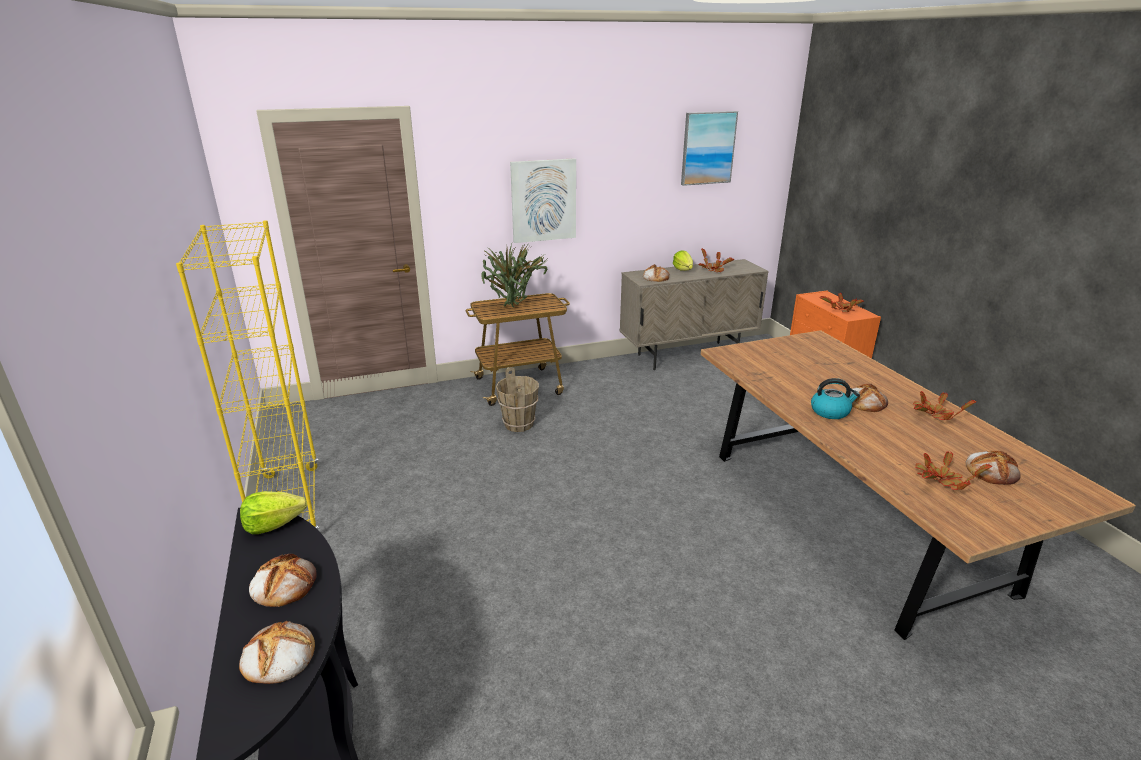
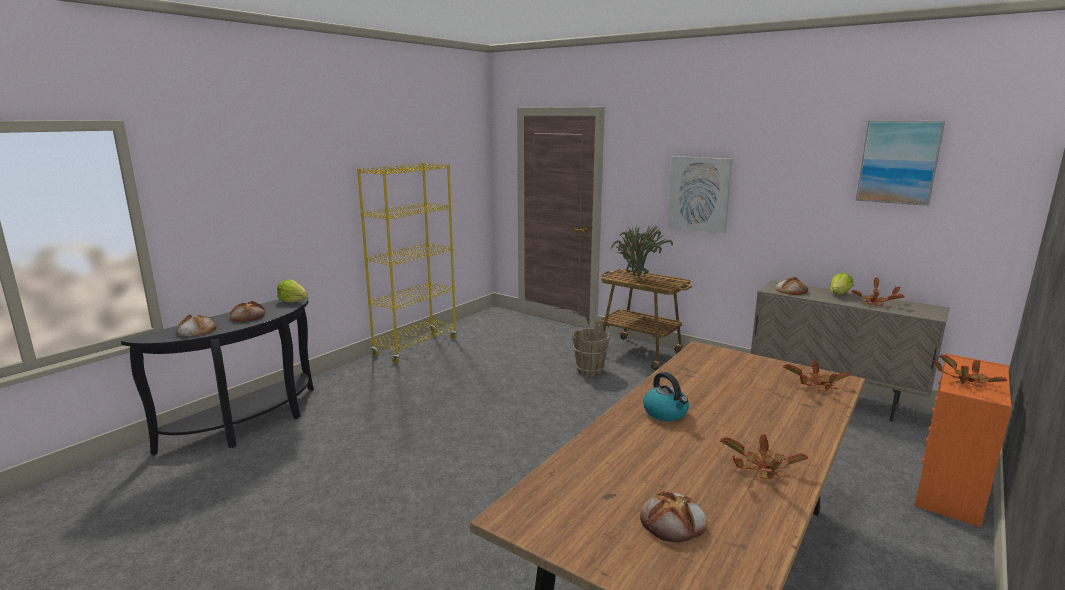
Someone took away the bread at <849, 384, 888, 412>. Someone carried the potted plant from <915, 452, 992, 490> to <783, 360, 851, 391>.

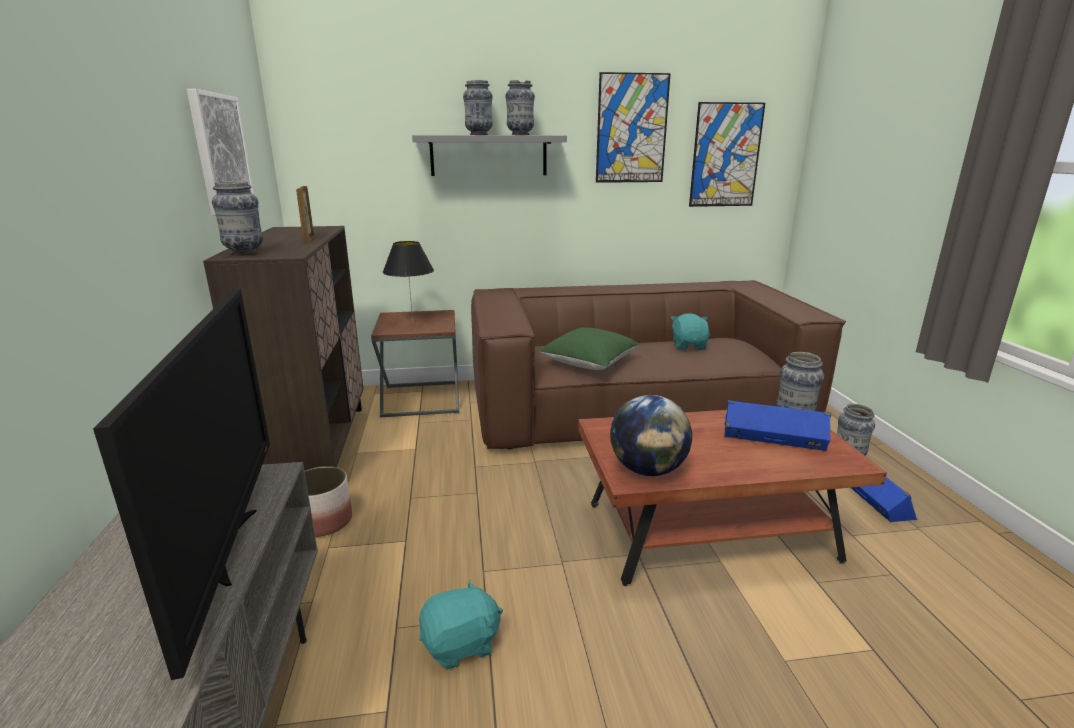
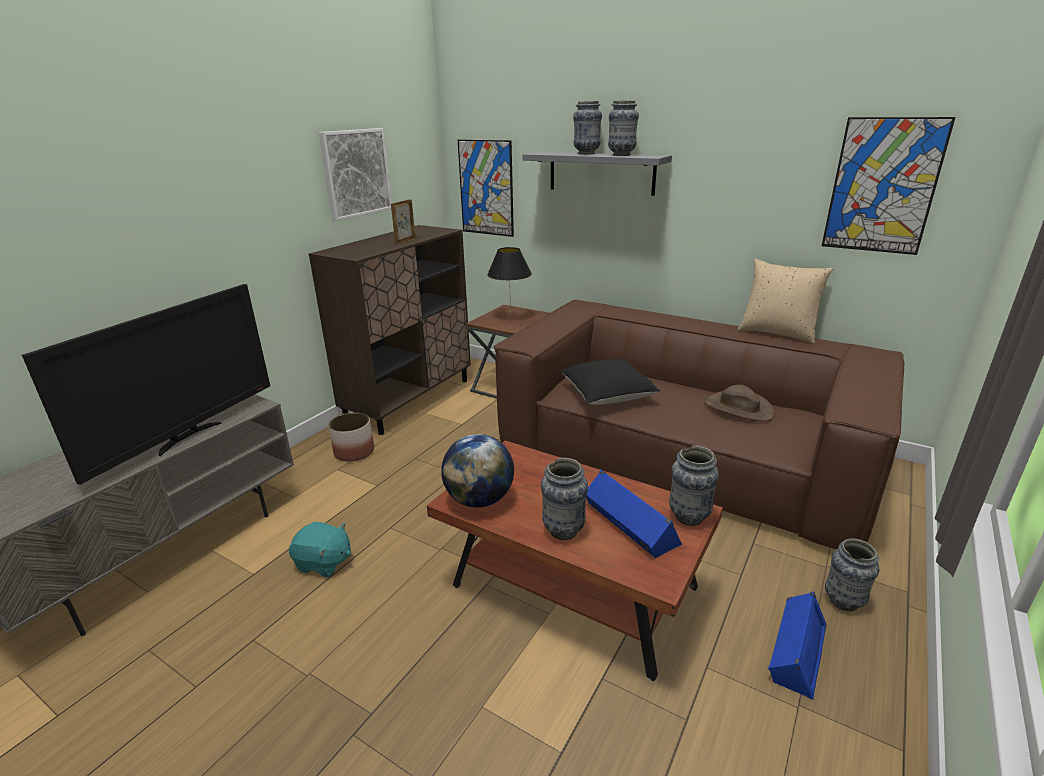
Someone carried the vase from <212, 181, 263, 255> to <541, 458, 588, 540>. Someone repainted the pillow (green) at <538, 327, 640, 370>, which became the pillow (black) at <561, 359, 661, 405>. Someone carried the picture from <596, 72, 671, 183> to <458, 140, 514, 237>. Someone swapped the plush toy (turquoise) at <671, 313, 710, 350> for the hat (brown) at <704, 385, 775, 422>. Someone put down the pillow (beige) at <738, 259, 833, 344>.

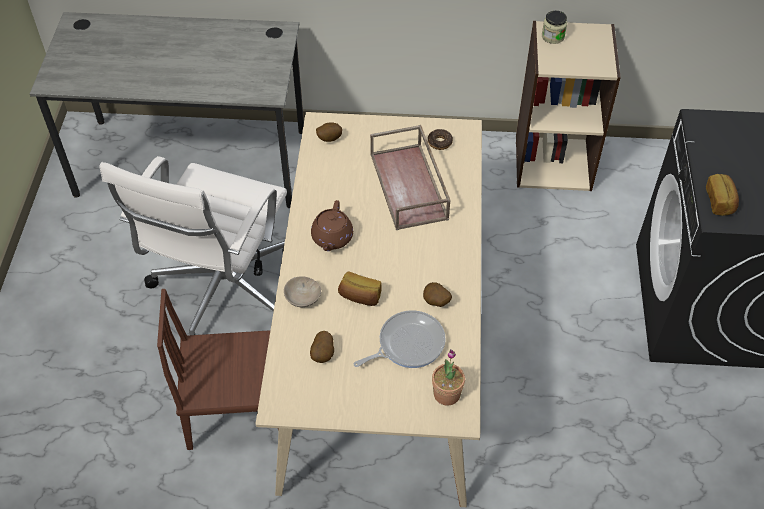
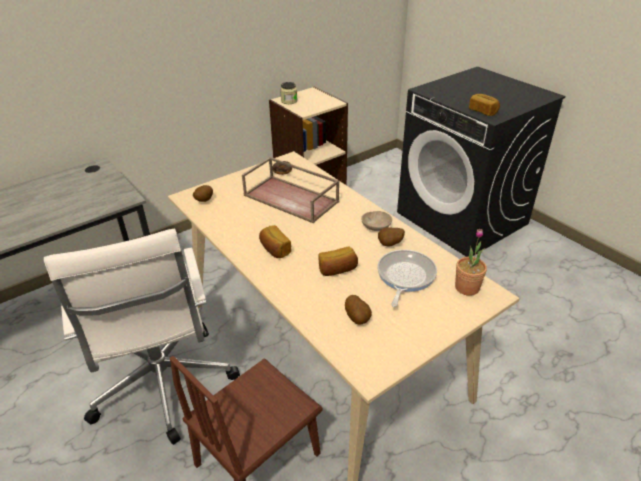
Someone carried the bowl (beige) from <284, 276, 321, 307> to <361, 211, 392, 231>. Someone swapped the teapot (brown) at <311, 200, 353, 251> for the bread at <259, 225, 291, 258>.

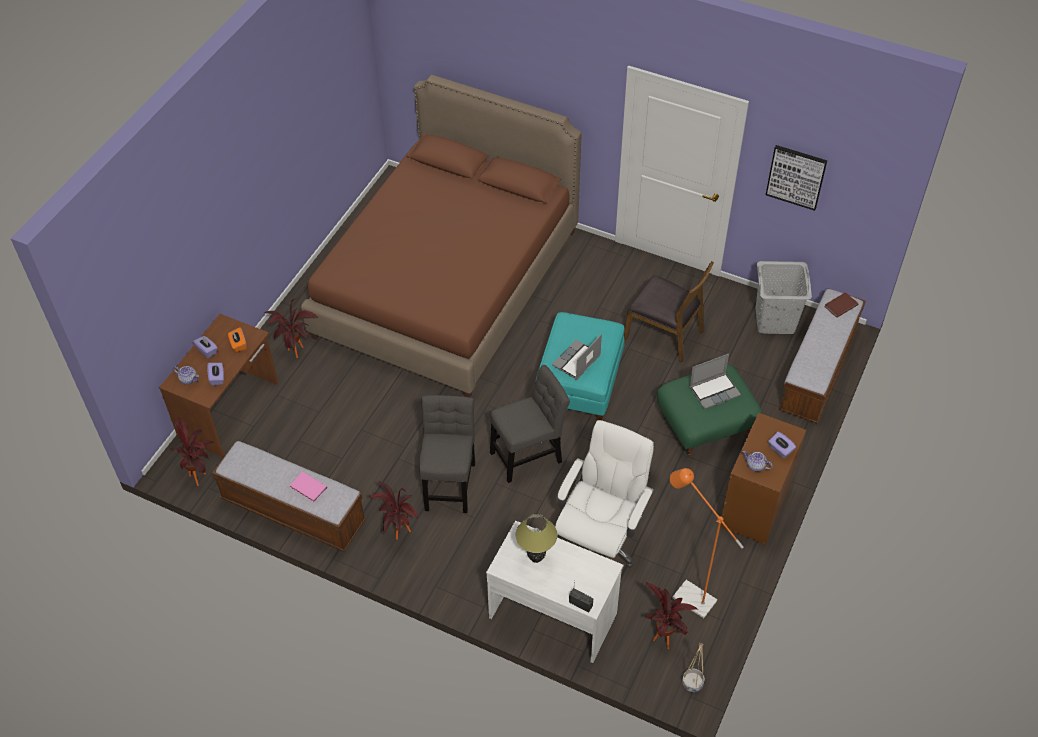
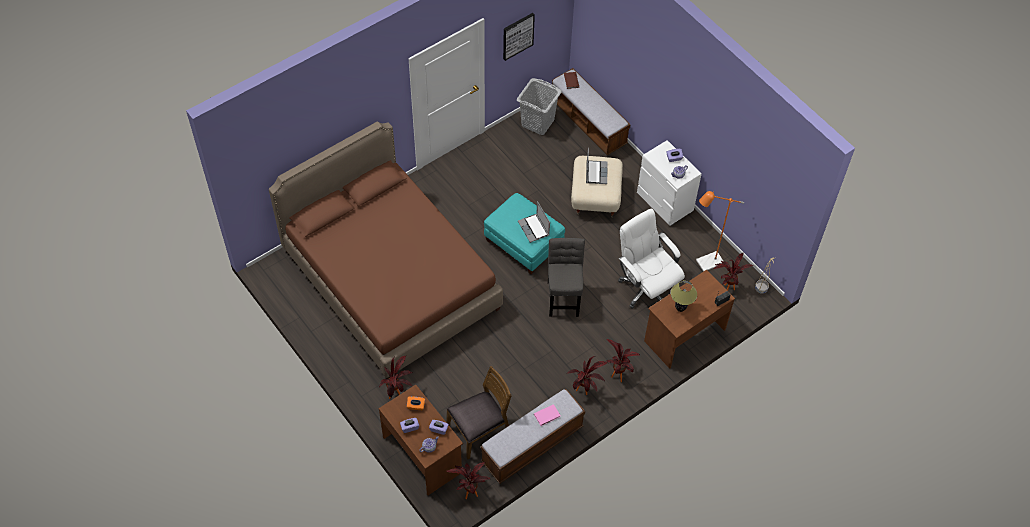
Someone took away the chair (grey) at <419, 395, 475, 513>. Someone repainted the desk (white) at <486, 520, 624, 663>, which became the desk (brown) at <644, 269, 735, 369>. Someone carried the chair (brown) from <624, 261, 714, 362> to <447, 366, 512, 459>. Someone repainted the ottoman (green) at <657, 364, 762, 457>, which became the ottoman (beige) at <571, 156, 623, 217>. Someone repainted the dresser (brown) at <720, 413, 806, 545>, which became the dresser (white) at <637, 140, 702, 226>. Someone put down the potted plant at <606, 339, 641, 382>.

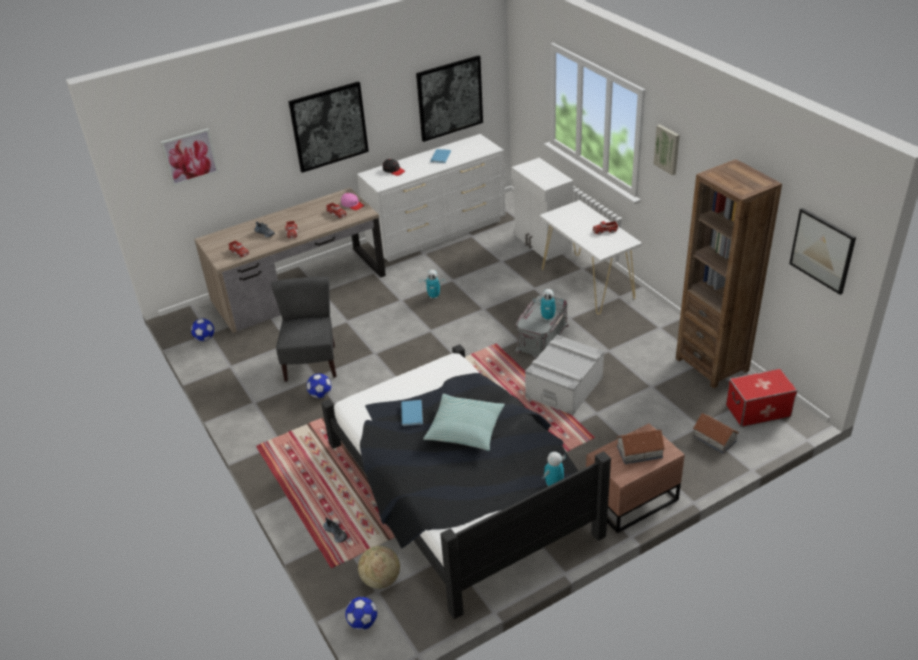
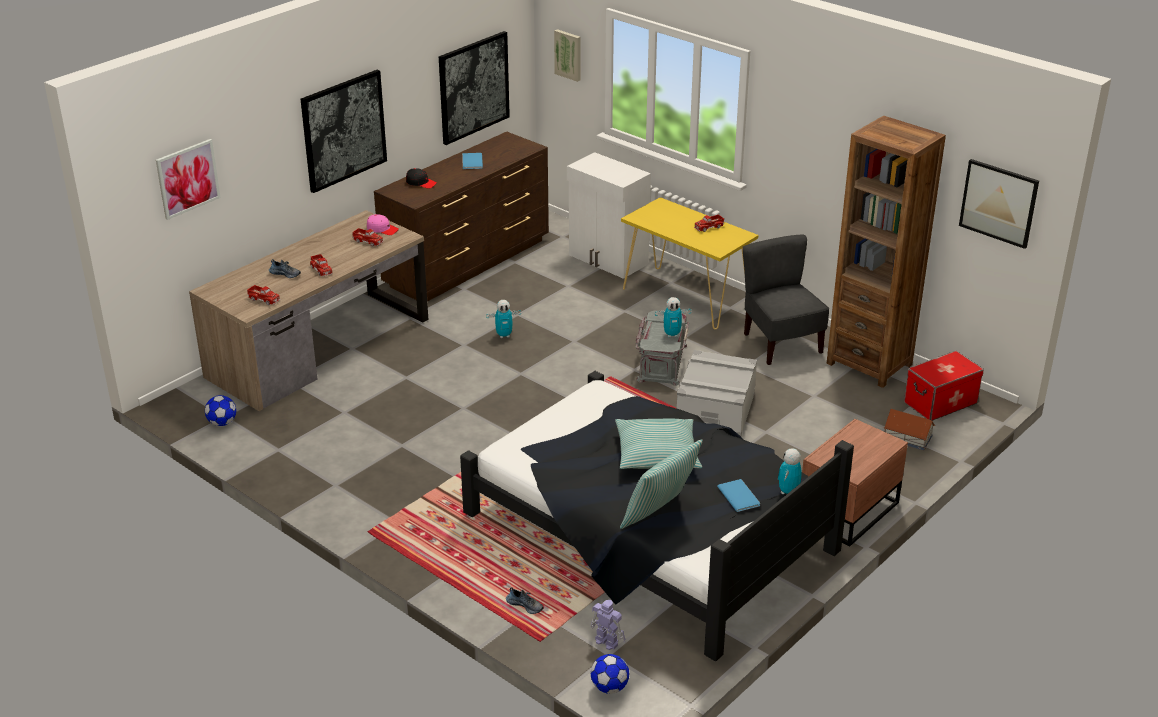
Someone carried the chair (grey) from <271, 277, 336, 382> to <743, 235, 829, 365>. Someone took away the football at <307, 374, 331, 398>. Someone repainted the dresser (white) at <357, 134, 506, 262>, which became the dresser (brown) at <374, 132, 549, 302>. Someone swapped the globe at <358, 546, 400, 589> for the toy robot at <590, 600, 625, 650>. Someone carried the book (blue) from <401, 400, 423, 426> to <717, 479, 760, 512>. Someone repainted the console table (white) at <539, 200, 642, 315>, which became the console table (yellow) at <621, 197, 758, 330>. Someone took away the toy house at <616, 430, 665, 464>. Someone carried the picture from <653, 124, 680, 176> to <554, 29, 580, 82>. Someone put down the pillow at <620, 439, 703, 529>.

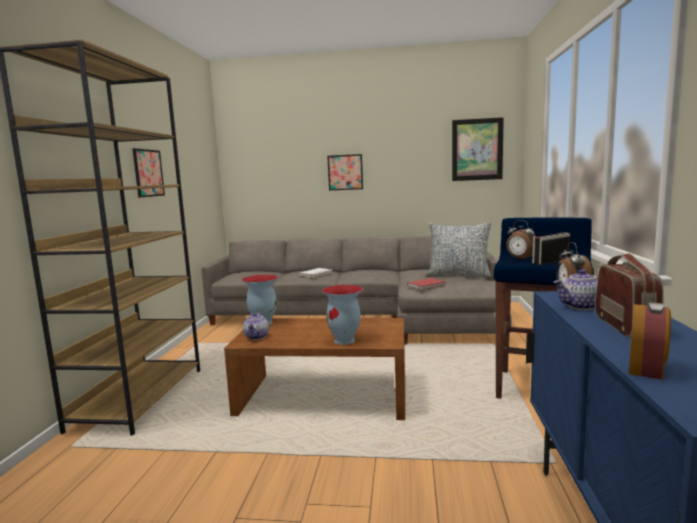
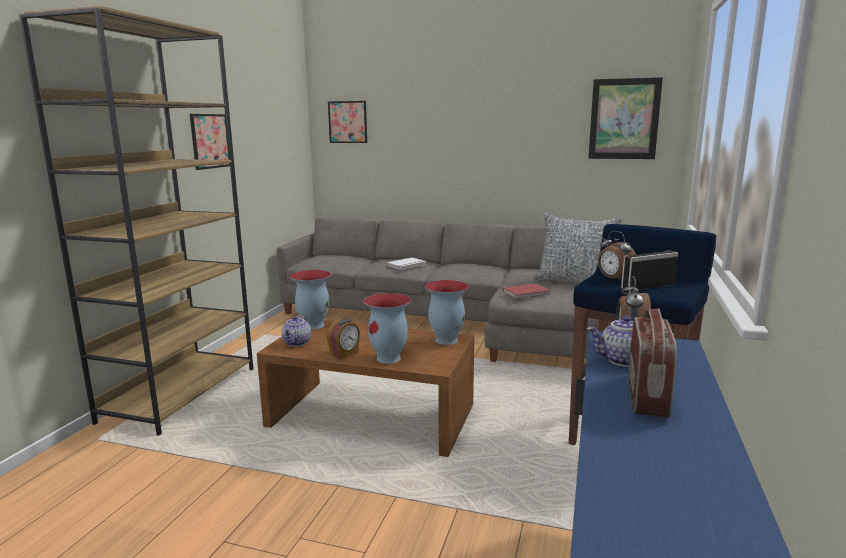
Someone carried the picture from <327, 154, 363, 190> to <328, 101, 367, 143>. Someone carried the alarm clock from <629, 302, 671, 380> to <327, 319, 360, 360>. Someone put down the vase at <425, 280, 469, 345>.

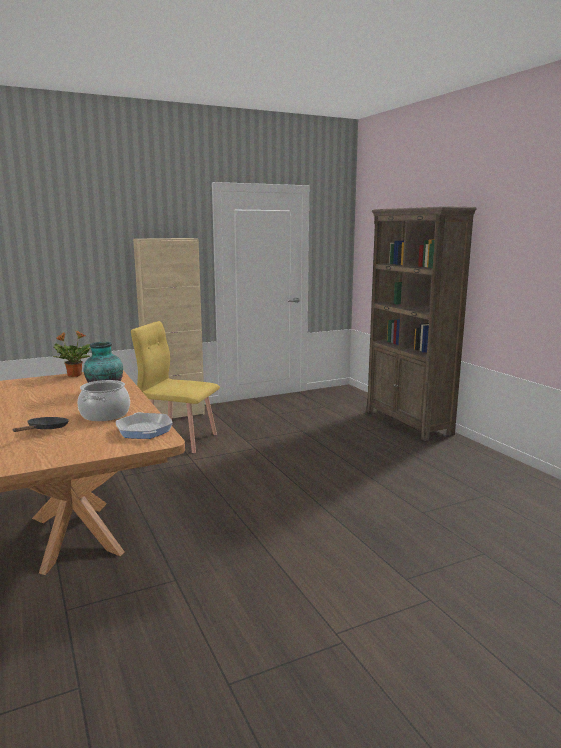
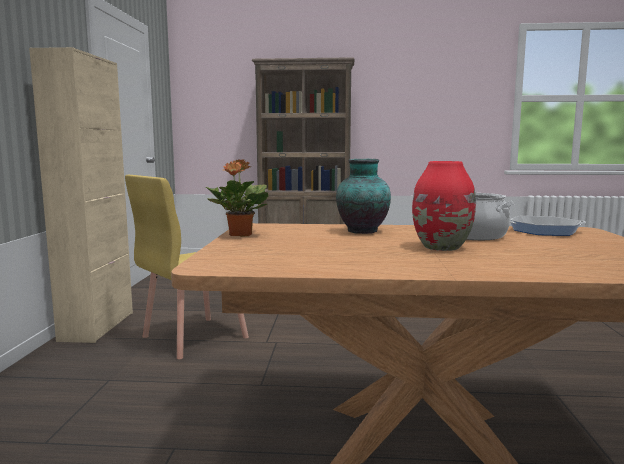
Someone took away the frying pan (black) at <13, 417, 69, 432>. Someone put down the vase (red) at <412, 161, 476, 251>.

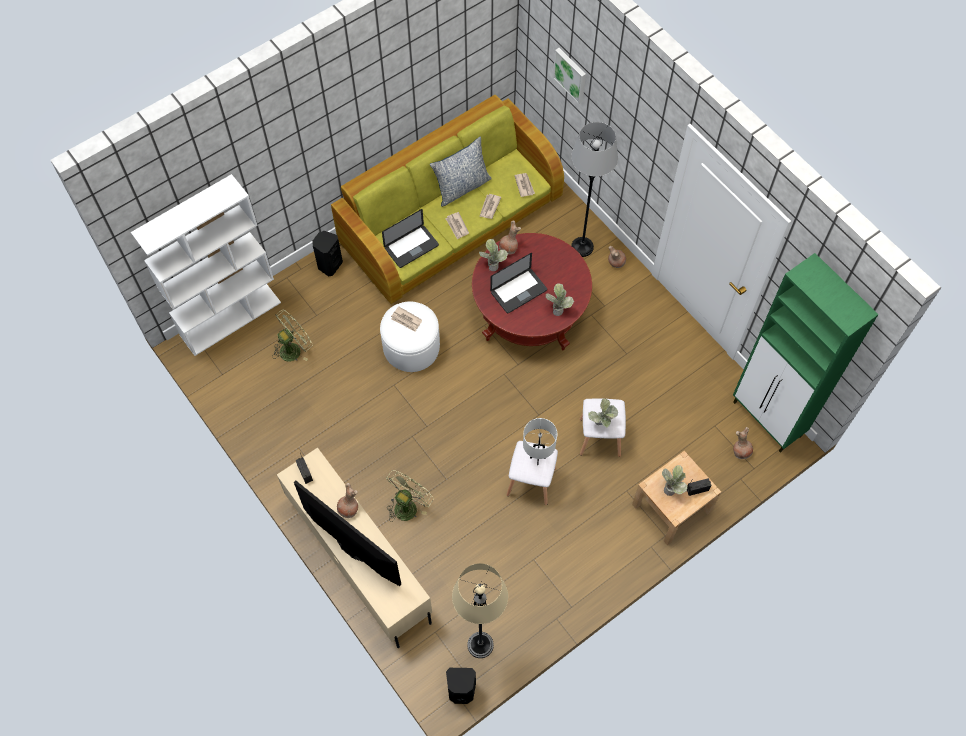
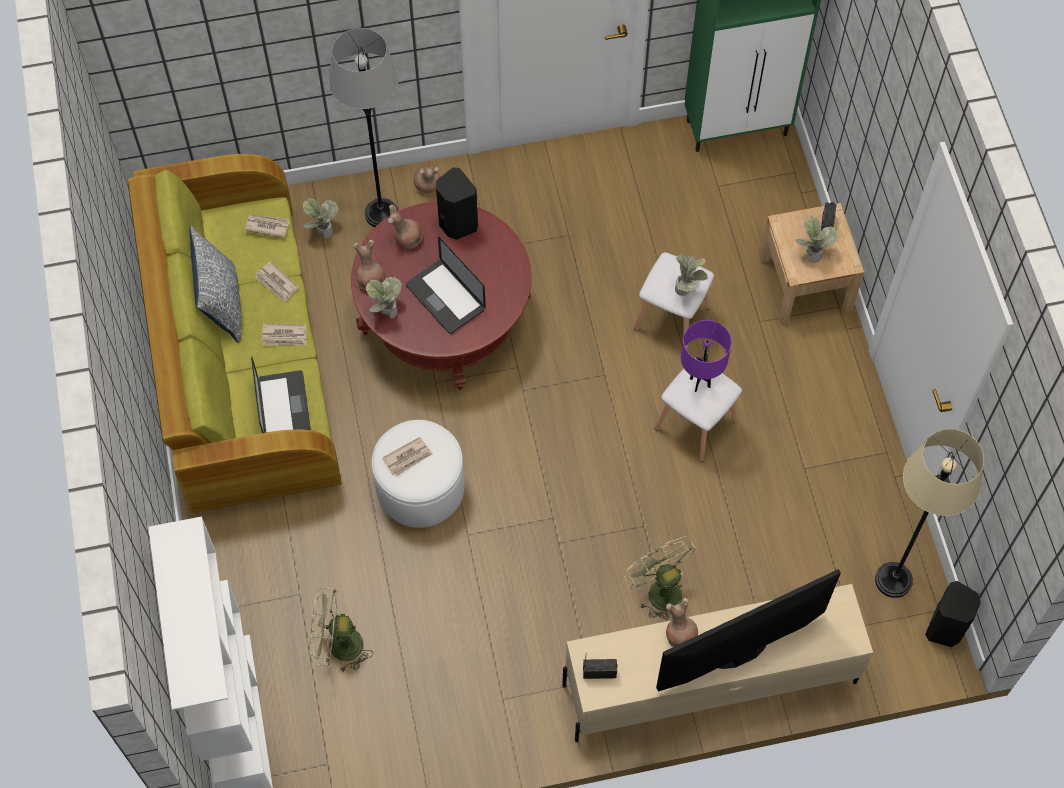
Someone rotated the fan (green) at <273, 310, 313, 362> by 75 degrees counterclockwise. Someone carried the speaker (black) from <313, 231, 343, 277> to <436, 168, 478, 240>. Someone rotated the laptop at <490, 253, 547, 314> by 150 degrees clockwise. Someone repainted the table lamp (white) at <523, 418, 557, 465>, which became the table lamp (purple) at <681, 320, 732, 392>. Someone carried the potted plant from <546, 283, 574, 316> to <303, 198, 338, 239>. Someone took away the picture at <553, 48, 586, 104>. Someone carried the vase (brown) from <733, 427, 753, 459> to <388, 205, 423, 249>.

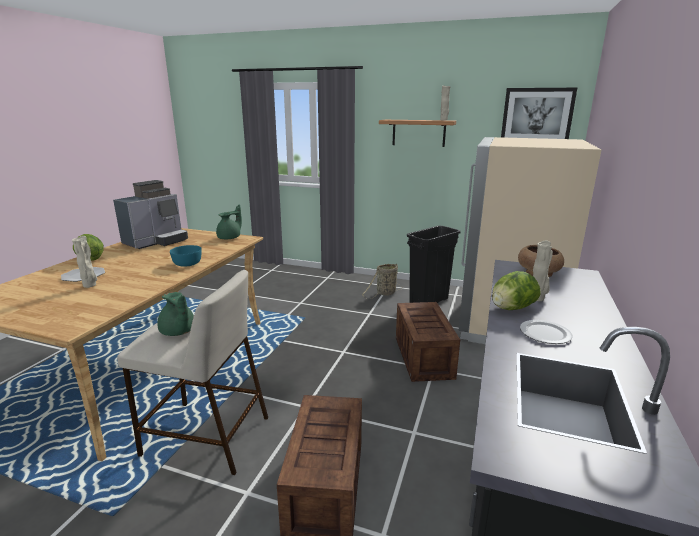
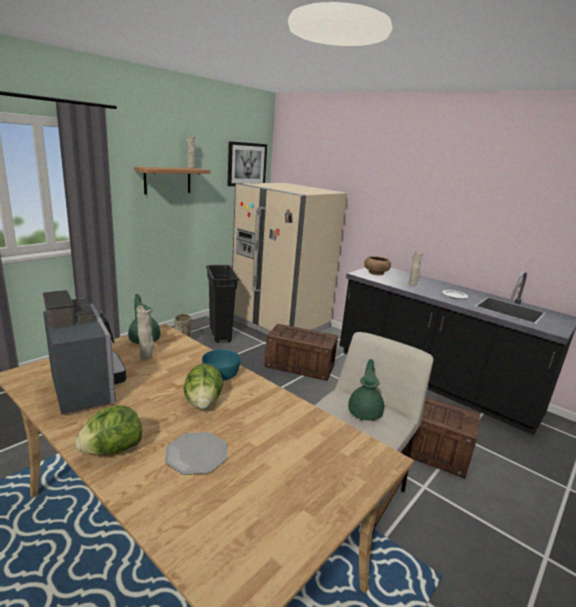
Someone carried the vase (beige) from <72, 236, 97, 288> to <137, 305, 154, 360>. Someone rotated the teapot (green) at <157, 292, 194, 336> by 60 degrees counterclockwise. Someone carried the lettuce from <492, 271, 540, 310> to <184, 363, 223, 410>.

